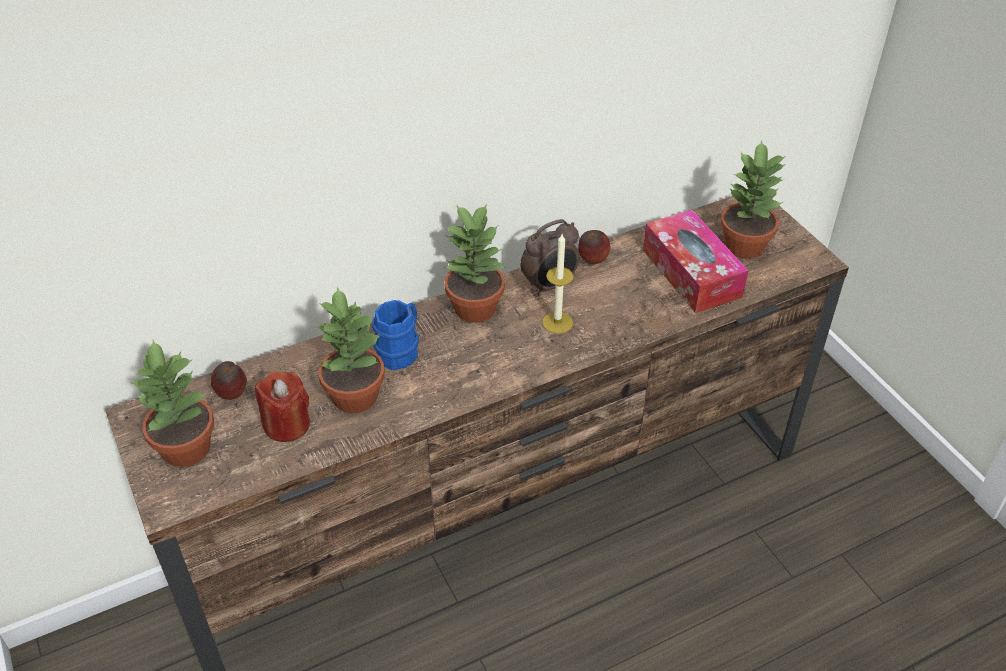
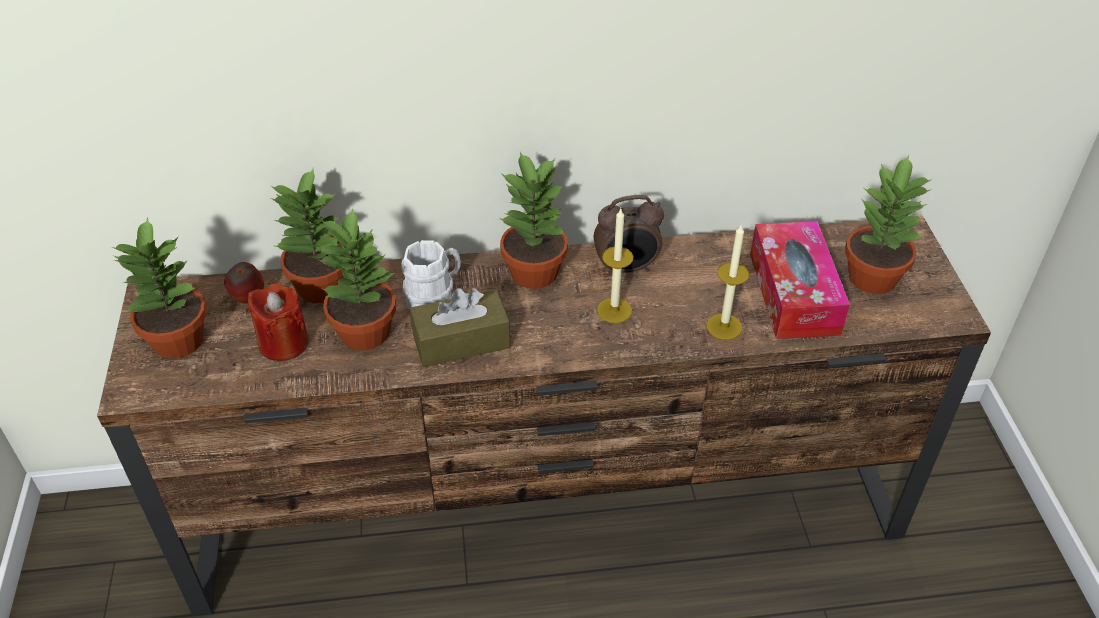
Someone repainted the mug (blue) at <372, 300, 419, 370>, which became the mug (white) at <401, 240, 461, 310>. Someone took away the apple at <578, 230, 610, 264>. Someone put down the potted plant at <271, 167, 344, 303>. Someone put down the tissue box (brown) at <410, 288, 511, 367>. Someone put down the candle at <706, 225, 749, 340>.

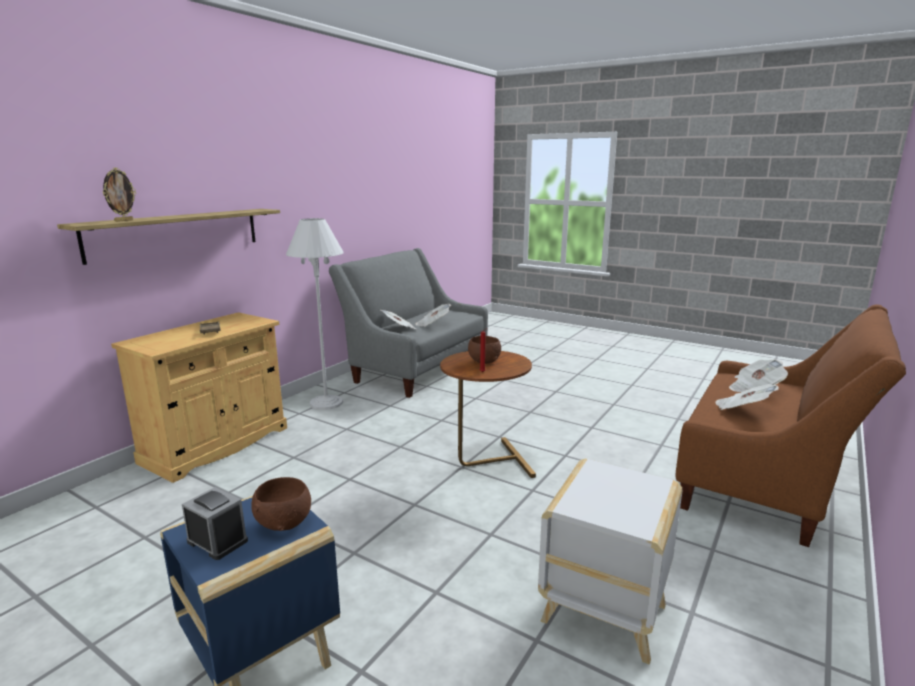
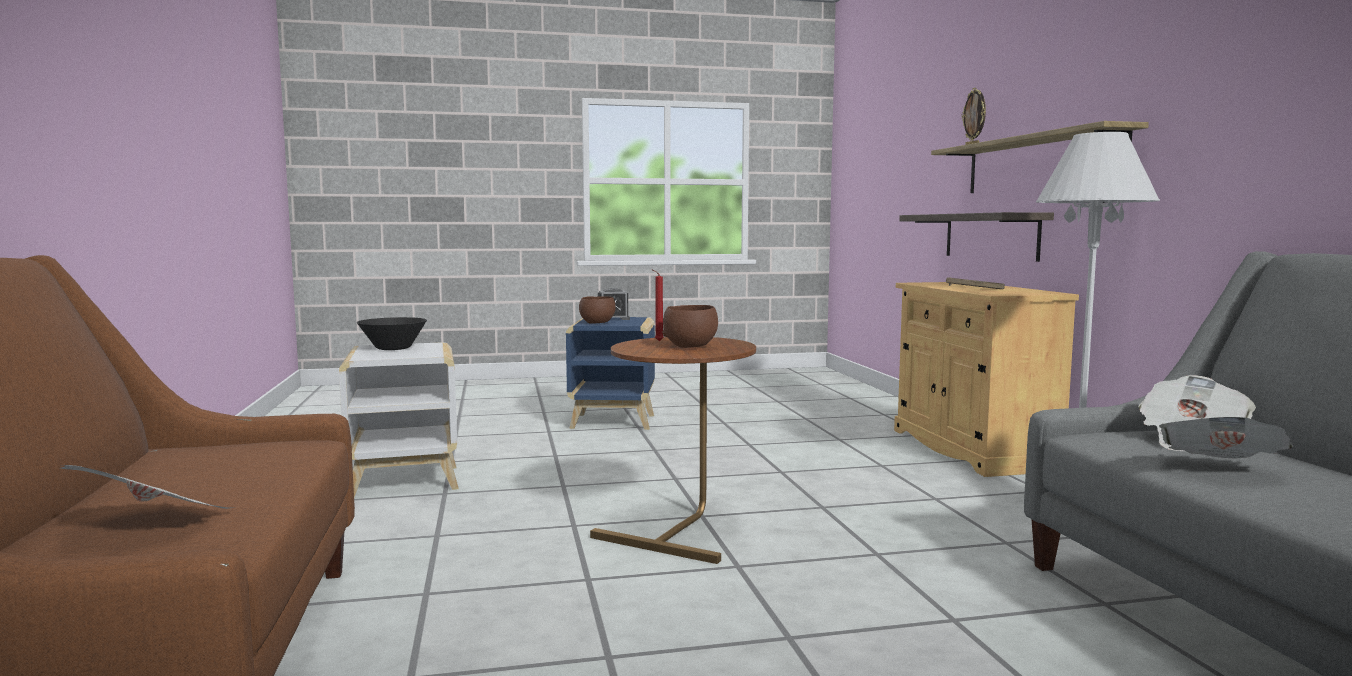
Someone took away the newspaper at <715, 384, 779, 410>. Someone put down the bowl (black) at <357, 317, 427, 350>. Someone put up the shelf at <899, 212, 1054, 262>.

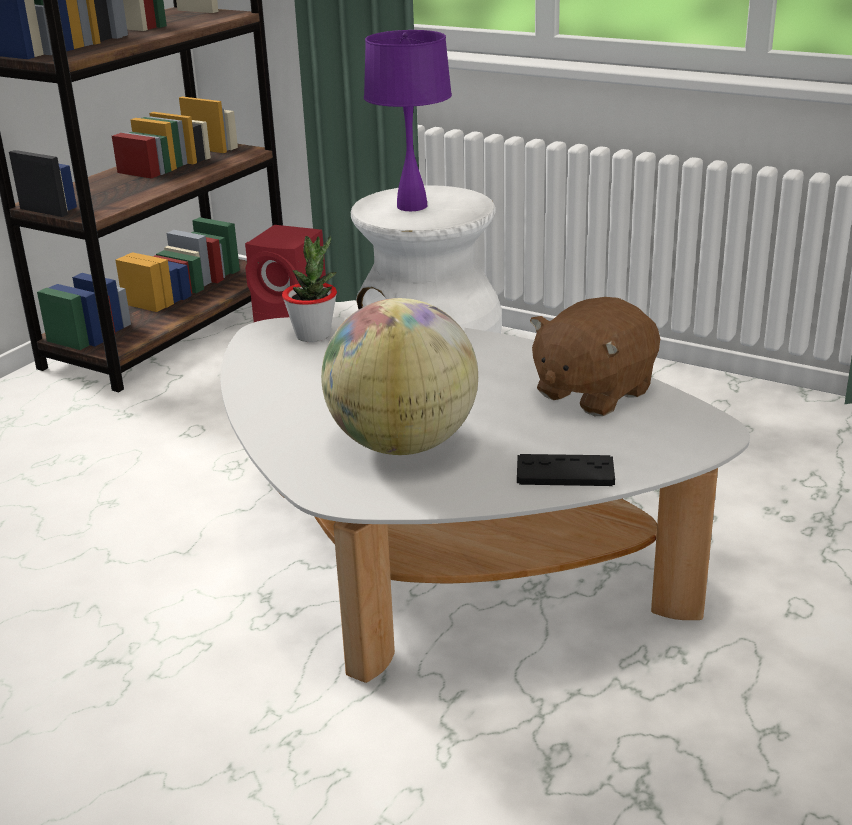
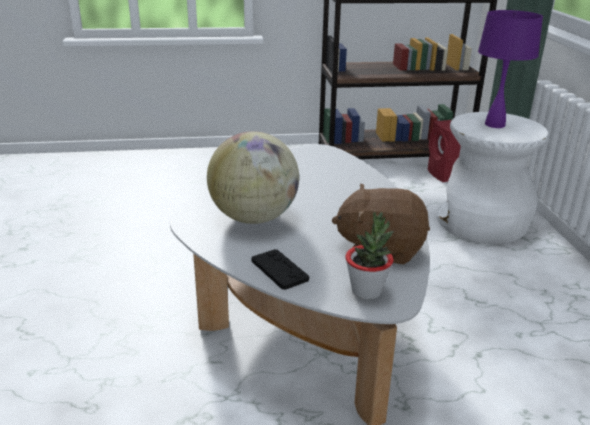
Someone carried the potted plant from <282, 236, 337, 342> to <345, 212, 394, 299>.

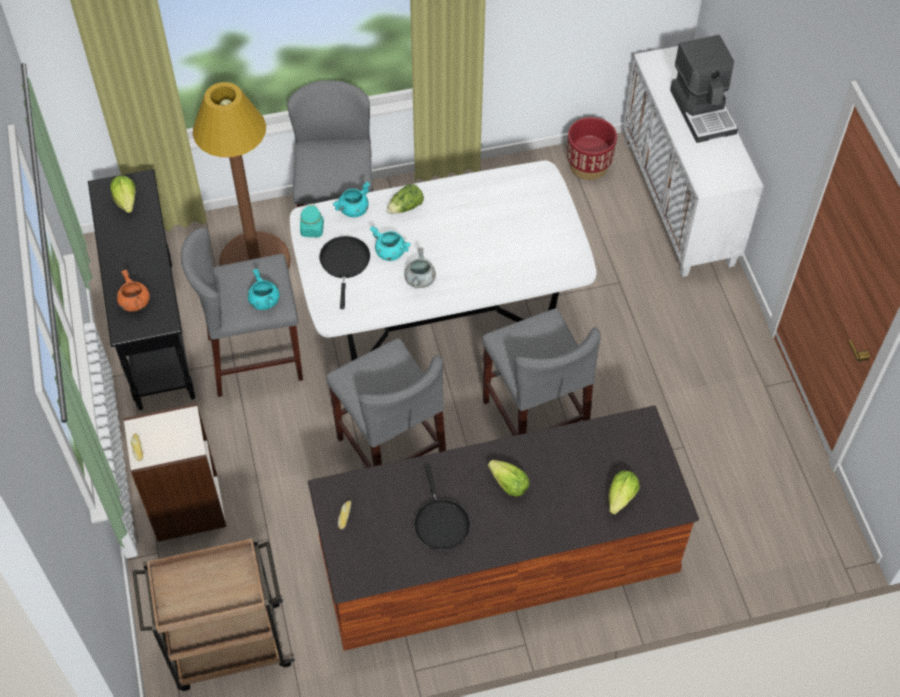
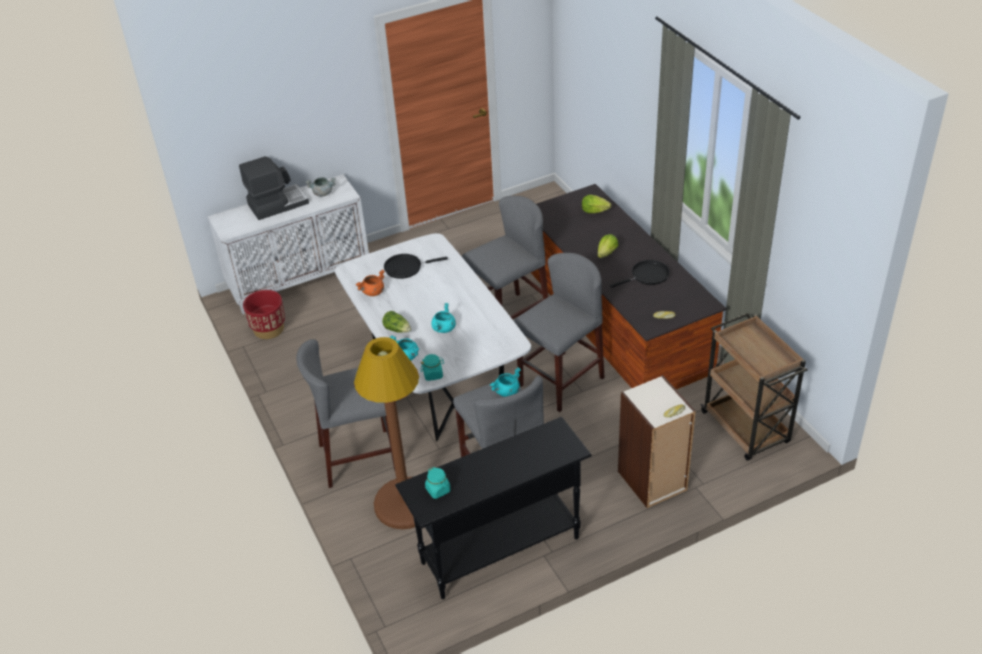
Someone swapped the lettuce at <110, 175, 136, 213> for the jar (turquoise) at <425, 467, 451, 499>. Someone carried the cooking pot (orange) from <117, 270, 150, 312> to <355, 270, 385, 296>. Someone carried the frying pan (black) from <319, 236, 370, 309> to <384, 254, 448, 279>. Someone carried the cooking pot (grey) from <404, 247, 436, 288> to <306, 177, 336, 197>.

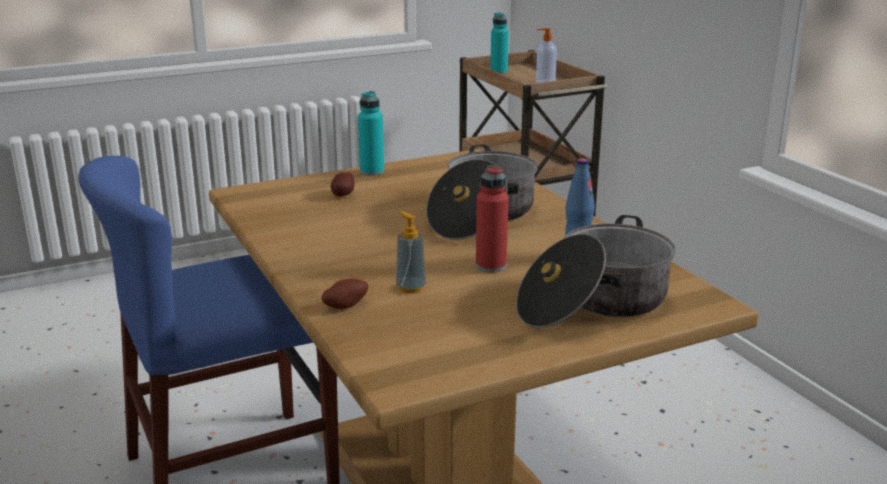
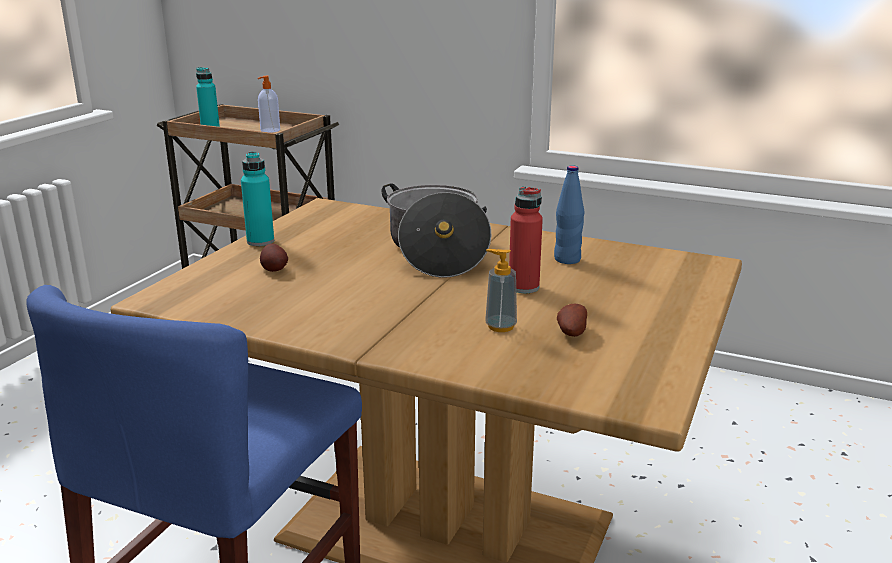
Someone carried the potato from <321, 279, 369, 309> to <557, 304, 587, 337>. Someone took away the cooking pot at <516, 215, 676, 328>.

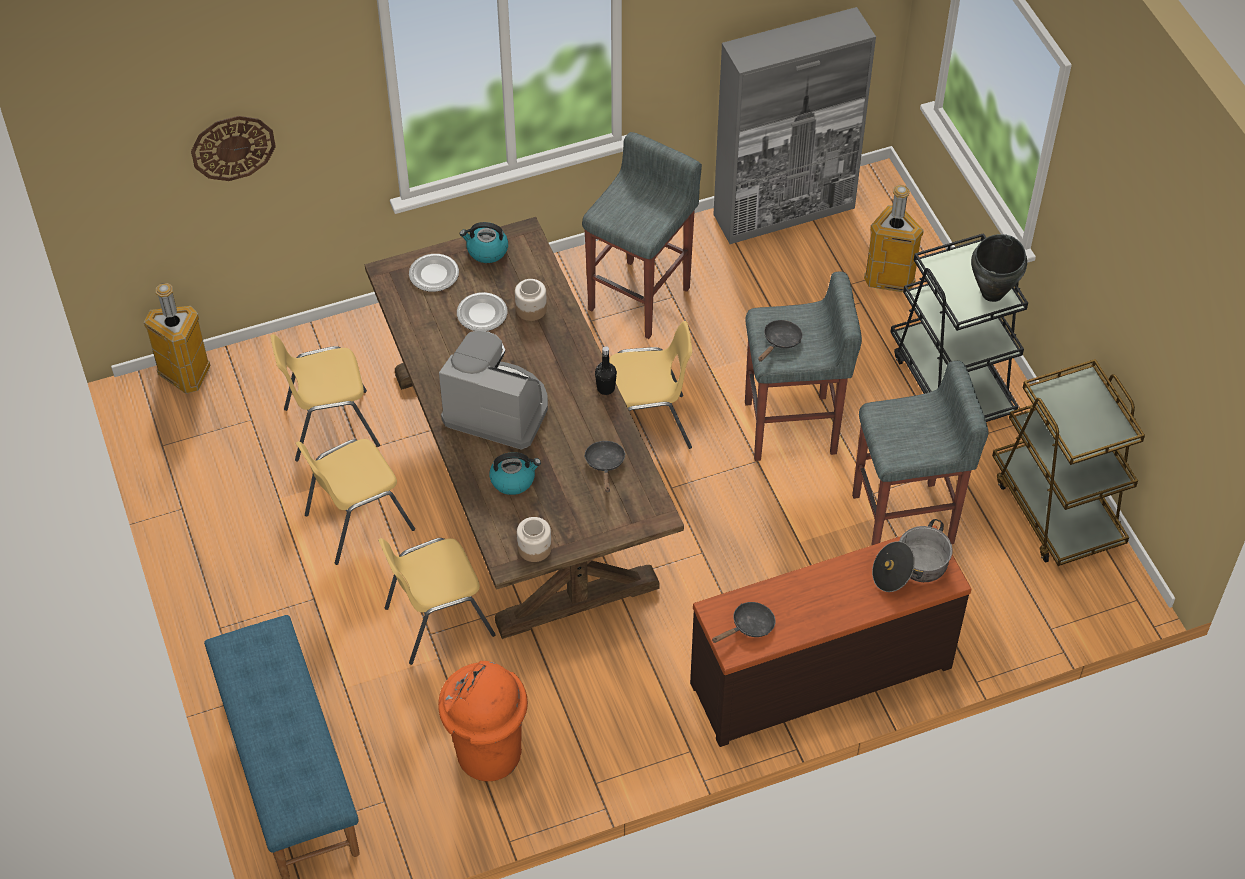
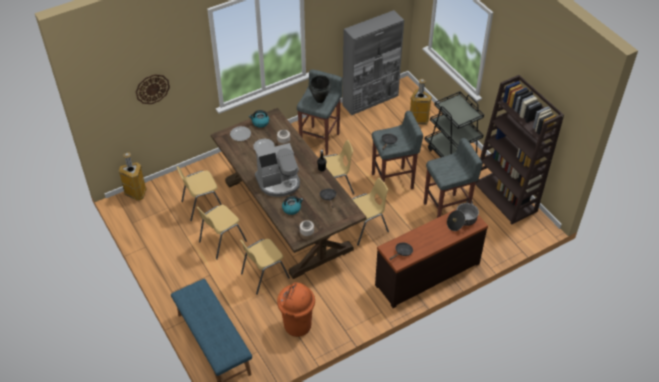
Someone rotated the coffee machine at <439, 330, 548, 450> by 150 degrees clockwise. Someone carried the cooking pot (black) from <971, 234, 1027, 302> to <309, 75, 331, 103>. Someone swapped the cart (brown) at <992, 359, 1145, 566> for the bookcase (brown) at <475, 75, 564, 225>. Someone put down the chair (yellow) at <352, 178, 389, 246>.

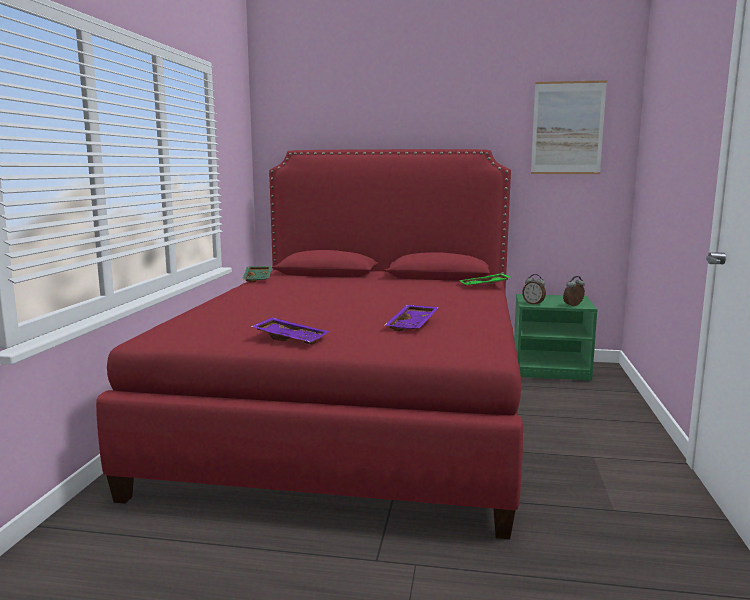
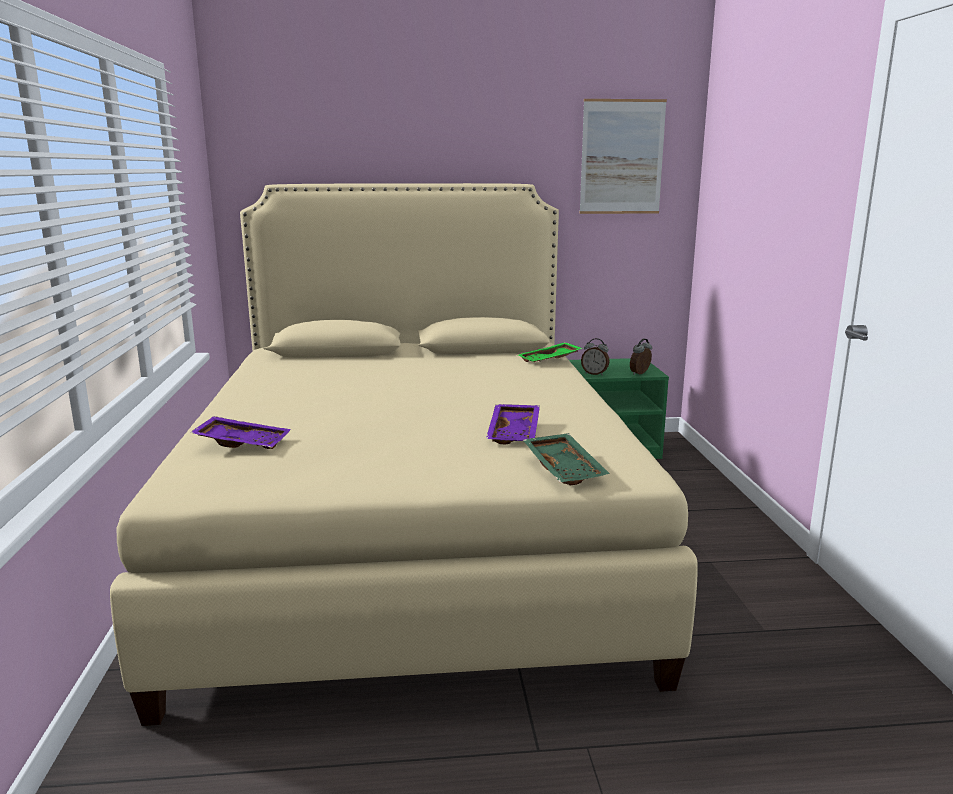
Someone repainted the bed (red) at <96, 149, 523, 539>, which became the bed (beige) at <110, 183, 698, 726>. Someone carried the tray (green) from <242, 266, 272, 283> to <523, 433, 610, 485>. Someone carried the tray (purple) from <250, 317, 330, 345> to <190, 416, 291, 449>.

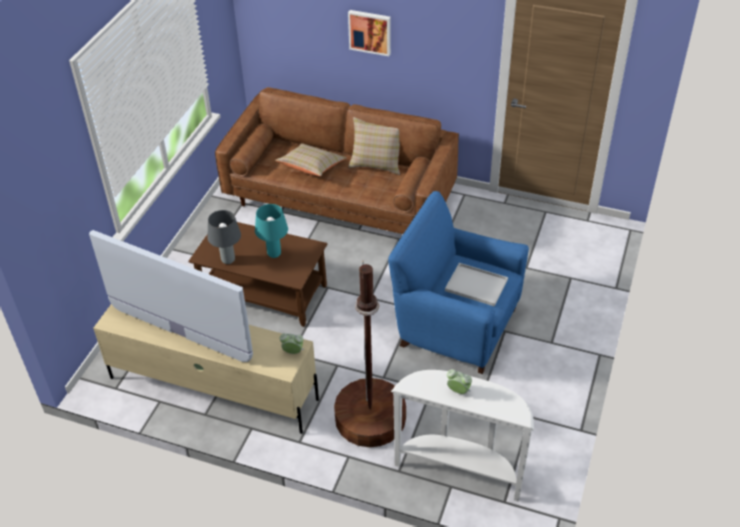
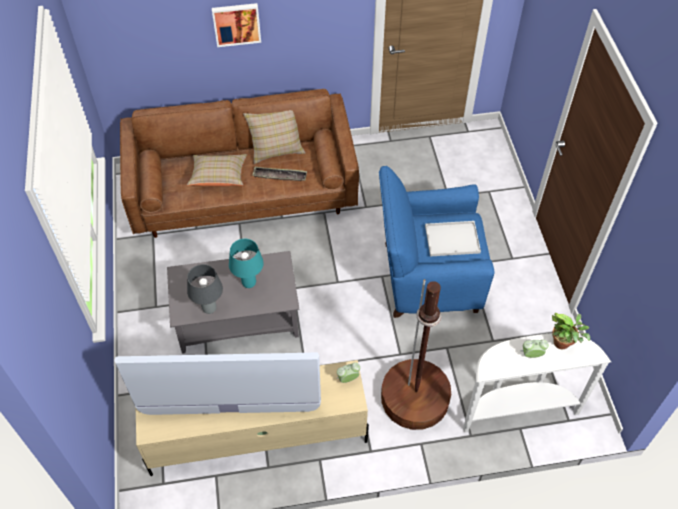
Someone repainted the coffee table (brown) at <188, 222, 327, 327>, which became the coffee table (grey) at <167, 251, 299, 354>. Someone put down the tray at <252, 167, 307, 181>. Someone put down the potted plant at <552, 313, 590, 349>.

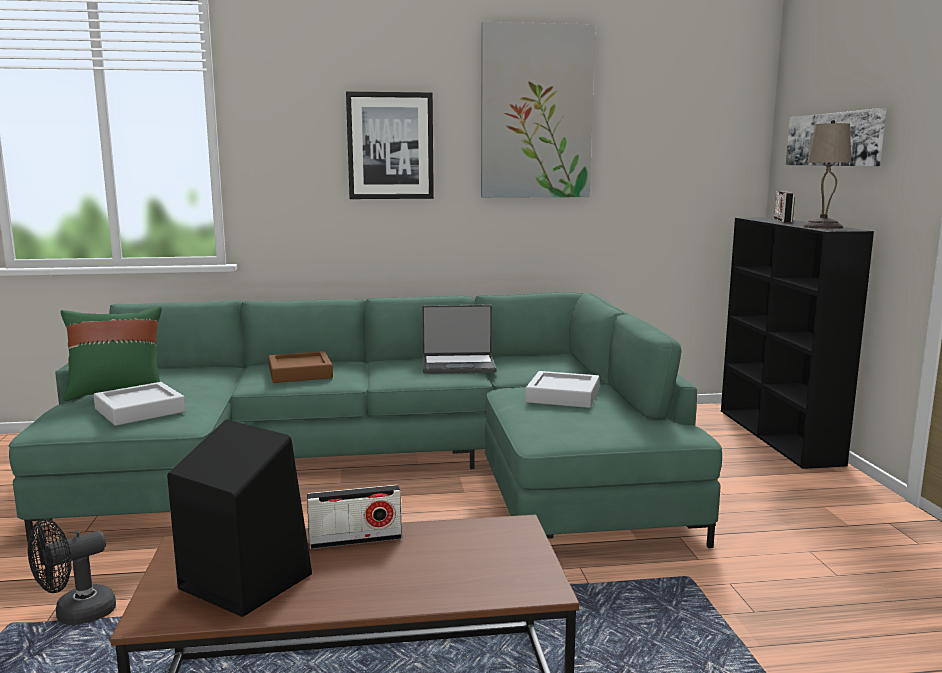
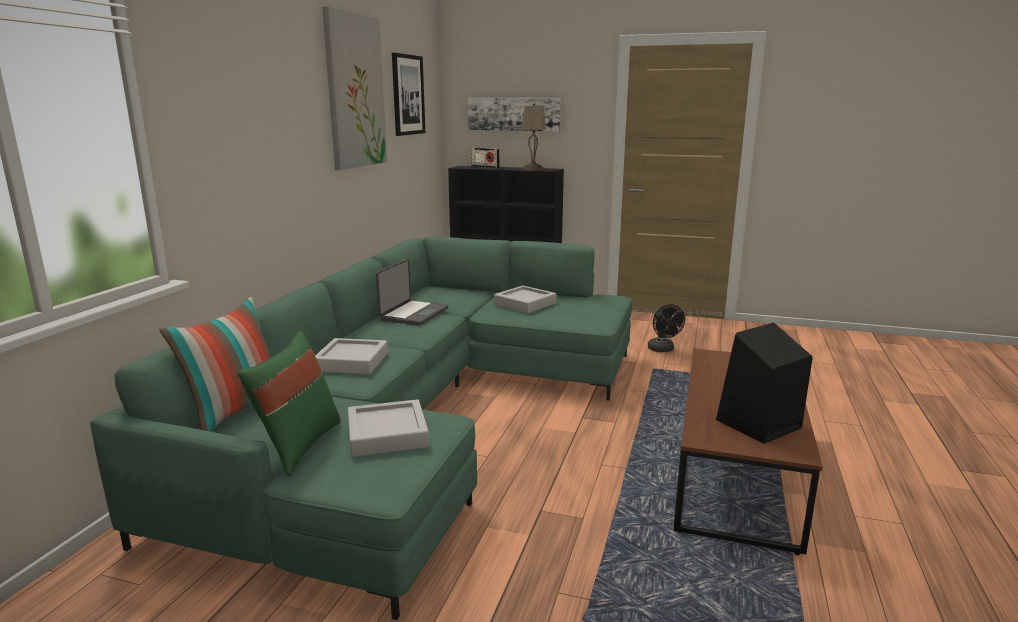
Someone carried the fan (black) from <28, 519, 116, 625> to <648, 304, 685, 352>. Someone repainted the tray (brown) at <268, 351, 333, 383>, which became the tray (grey) at <315, 338, 388, 374>. Someone took away the radio at <307, 485, 402, 549>. Someone carried the picture from <346, 91, 434, 199> to <392, 53, 425, 136>. Someone put down the pillow at <159, 297, 271, 431>.

